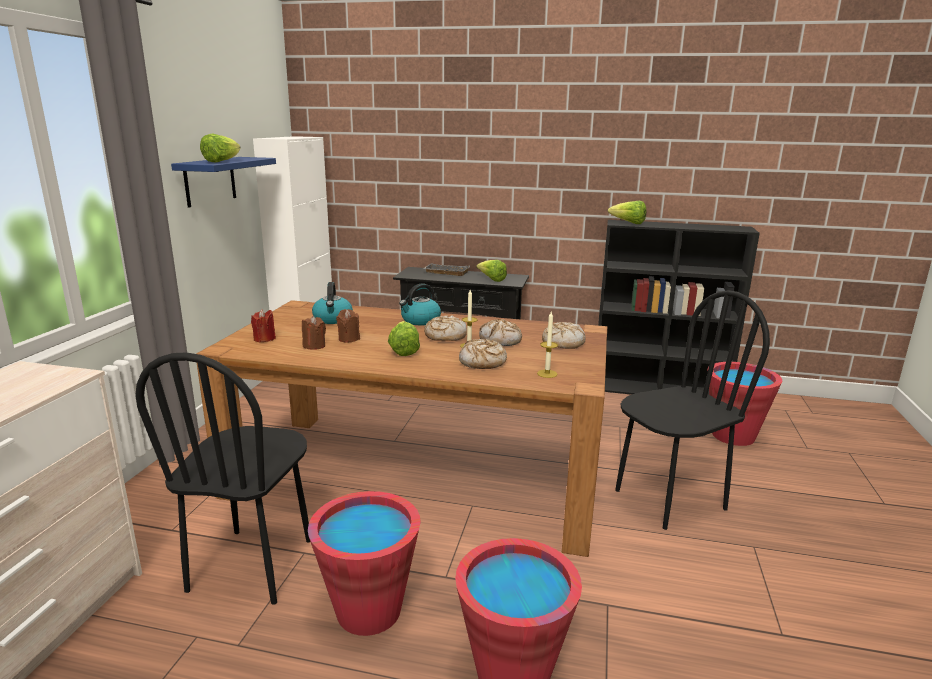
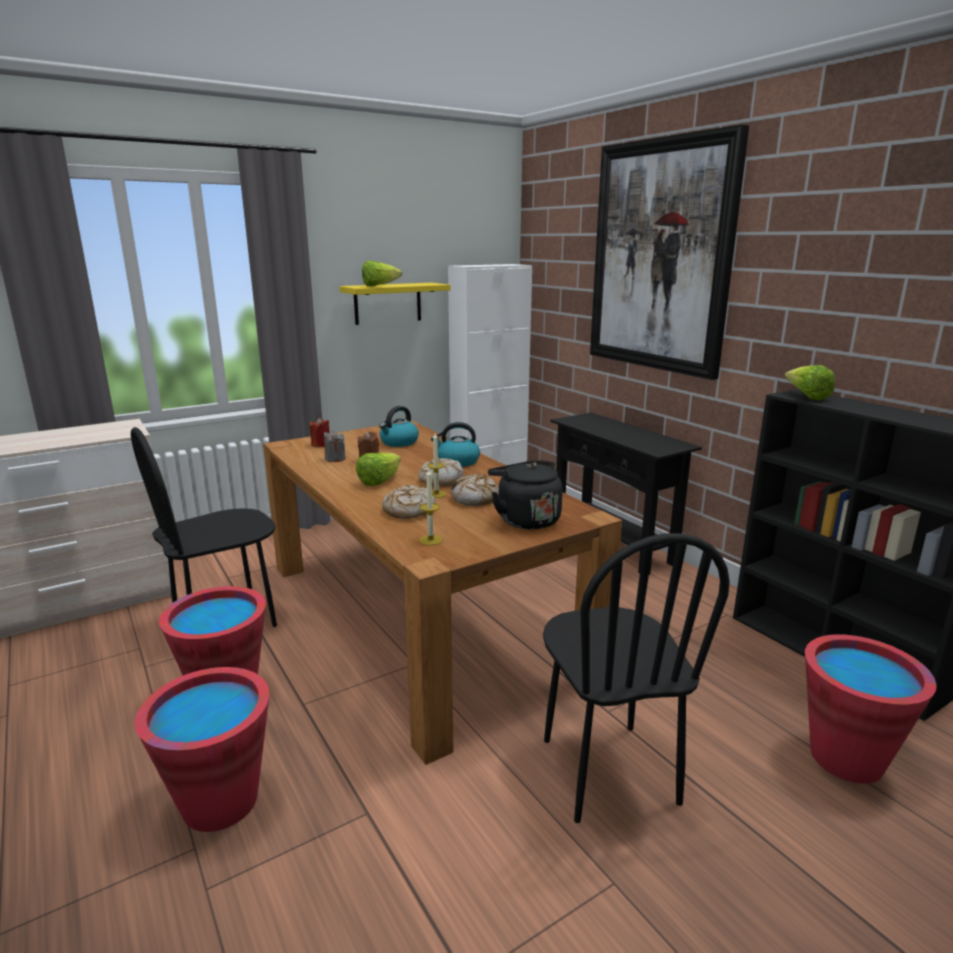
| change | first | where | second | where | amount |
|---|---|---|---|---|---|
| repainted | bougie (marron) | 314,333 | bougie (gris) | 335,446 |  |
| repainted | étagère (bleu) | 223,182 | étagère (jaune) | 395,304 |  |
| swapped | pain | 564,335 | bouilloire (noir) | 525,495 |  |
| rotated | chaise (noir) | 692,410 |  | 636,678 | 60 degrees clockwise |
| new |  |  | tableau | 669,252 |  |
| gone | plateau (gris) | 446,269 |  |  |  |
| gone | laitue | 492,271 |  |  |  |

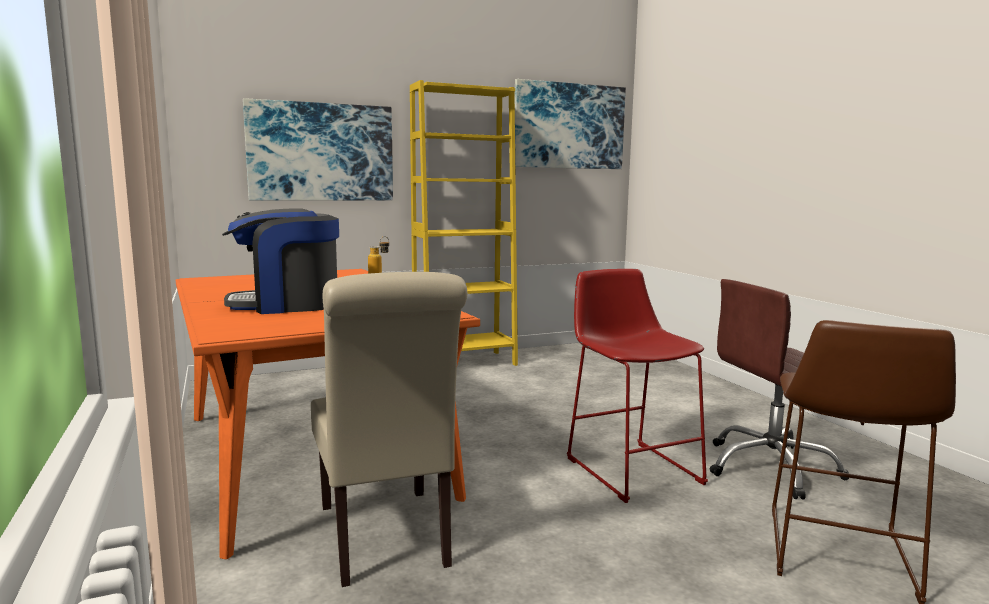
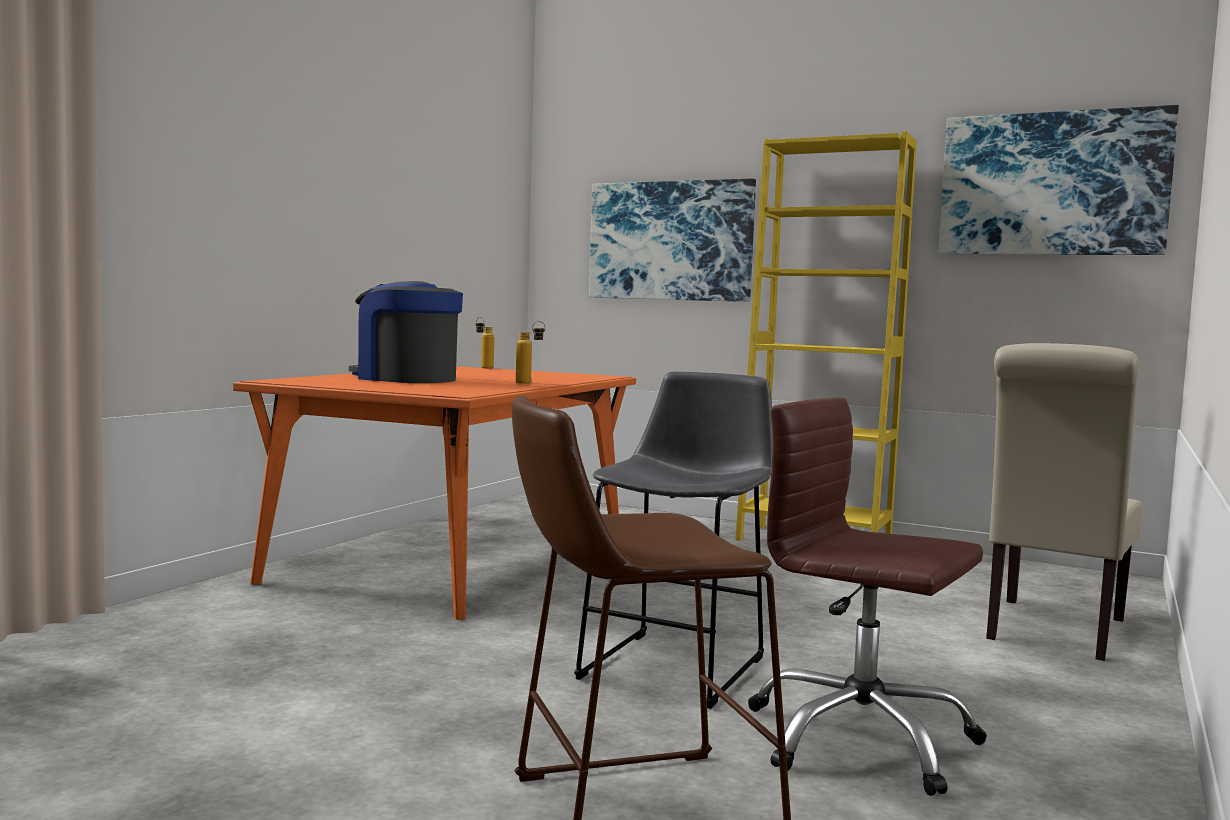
| change | first | where | second | where | amount |
|---|---|---|---|---|---|
| new |  |  | bouteille | 484,343 |  |
| repainted | tabouret (rouge) | 637,386 | tabouret (gris) | 673,540 |  |
| shifted | chaise (beige) | 389,429 |  | 1064,502 |  |

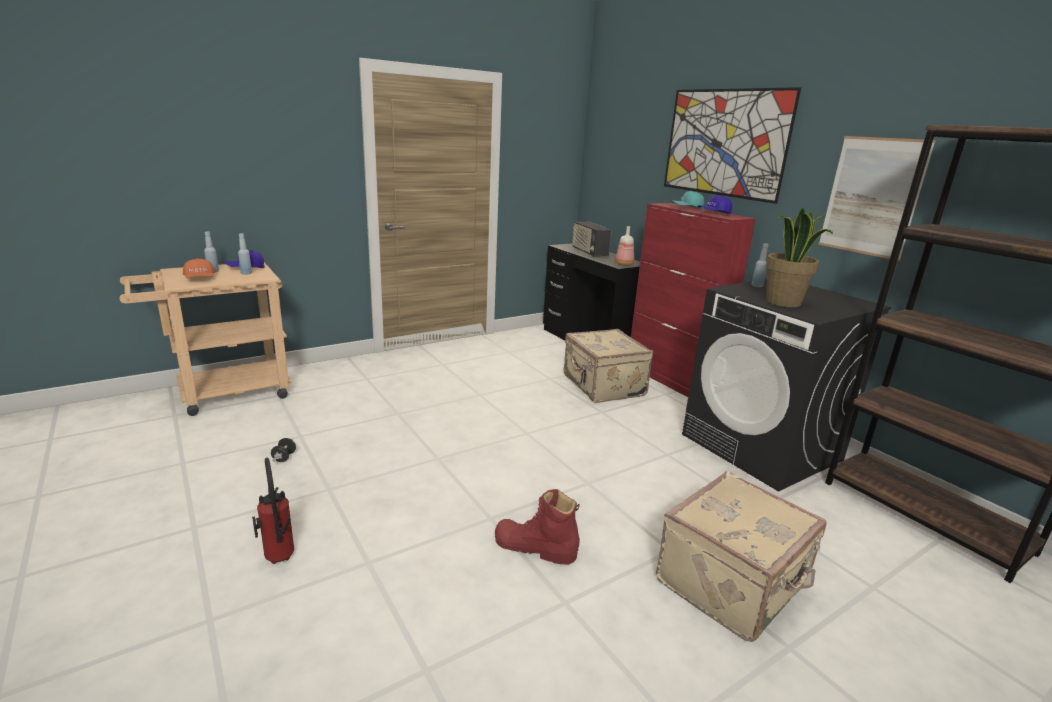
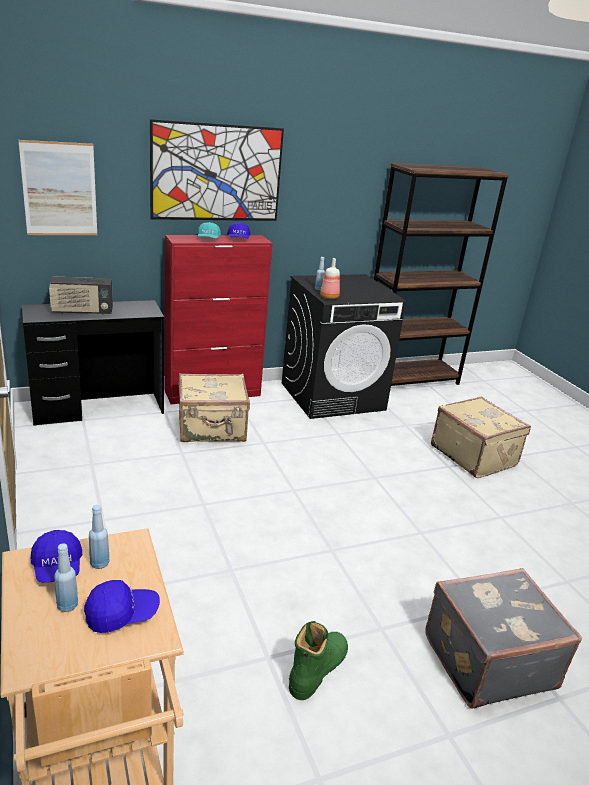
| change | first | where | second | where | amount |
|---|---|---|---|---|---|
| shifted | tableau | 877,198 |  | 57,187 |  |
| repainted | casquette (orange) | 199,268 | casquette (bleu) | 122,606 |  |
| swapped | haltère (noir) | 283,450 | botte (vert) | 318,660 |  |
| shifted | bouteille | 624,246 |  | 330,278 |  |
| swapped | extincteur | 273,511 | valise (gris) | 503,638 |  |
| gone | botte (rouge) | 537,527 |  |  |  |
| gone | plante en pot | 799,257 |  |  |  |

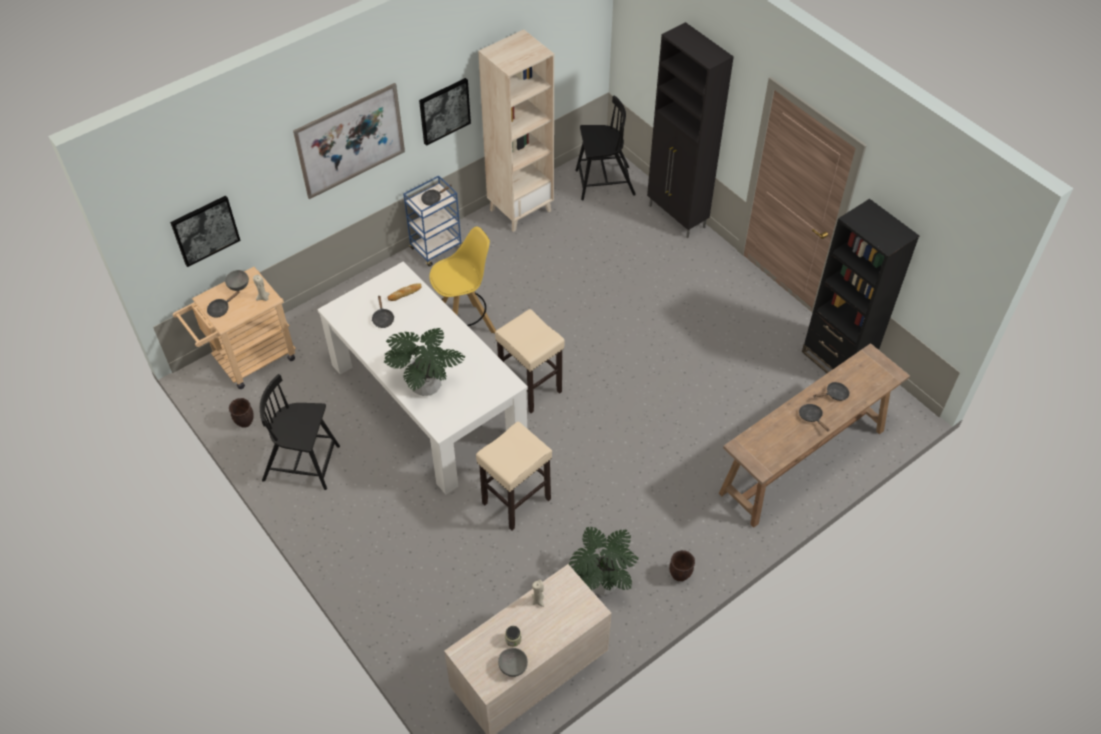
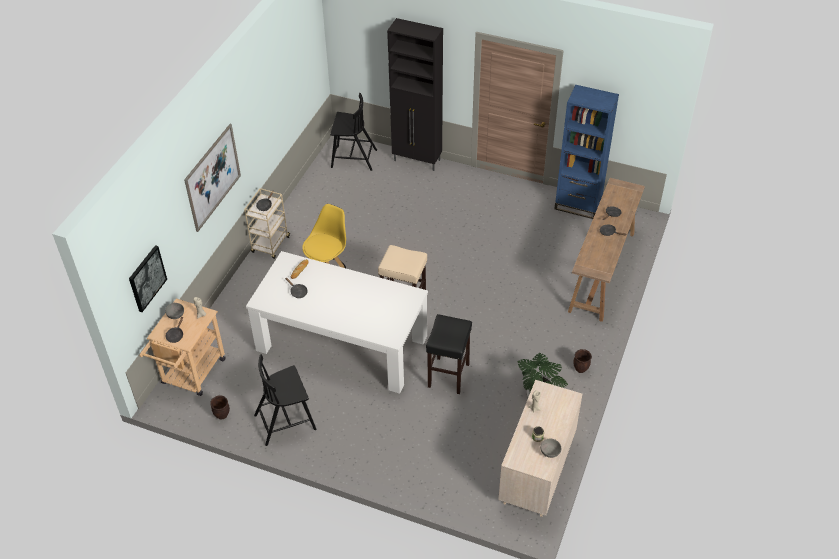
| change | first | where | second | where | amount |
|---|---|---|---|---|---|
| repainted | chariot (bleu) | 433,221 | chariot (beige) | 267,223 |  |
| rotated | chaise (noir) | 605,147 |  | 353,132 | 45 degrees clockwise |
| repainted | tabouret (beige) | 514,476 | tabouret (noir) | 449,354 |  |
| repainted | bibliothèque (noir) | 860,286 | bibliothèque (bleu) | 586,152 |  |
| gone | plante en pot | 424,362 |  |  |  |
| gone | tableau | 445,112 |  |  |  |
| gone | bibliothèque (beige) | 516,130 |  |  |  |

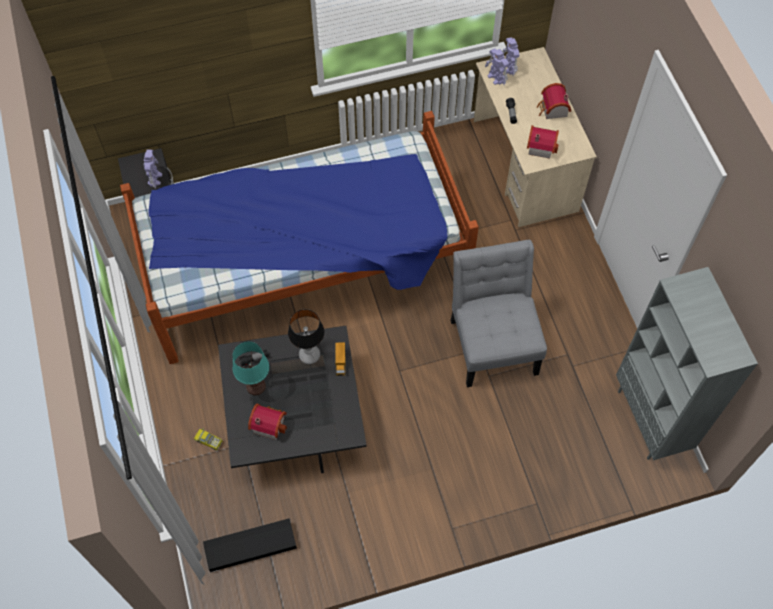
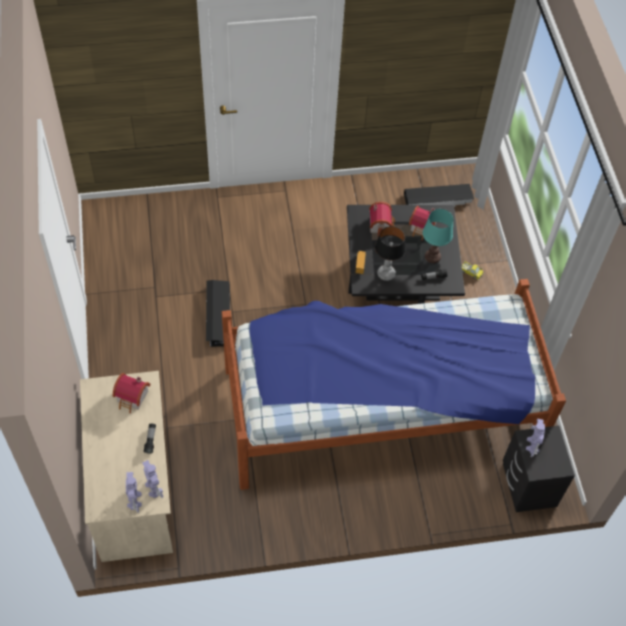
| change | first | where | second | where | amount |
|---|---|---|---|---|---|
| swapped | chaise (gris) | 498,313 | boîte de rangement (noir) | 218,313 |  |
| shifted | maison miniature | 554,101 |  | 382,219 |  |
| gone | bibliothèque (gris) | 687,363 |  |  |  |

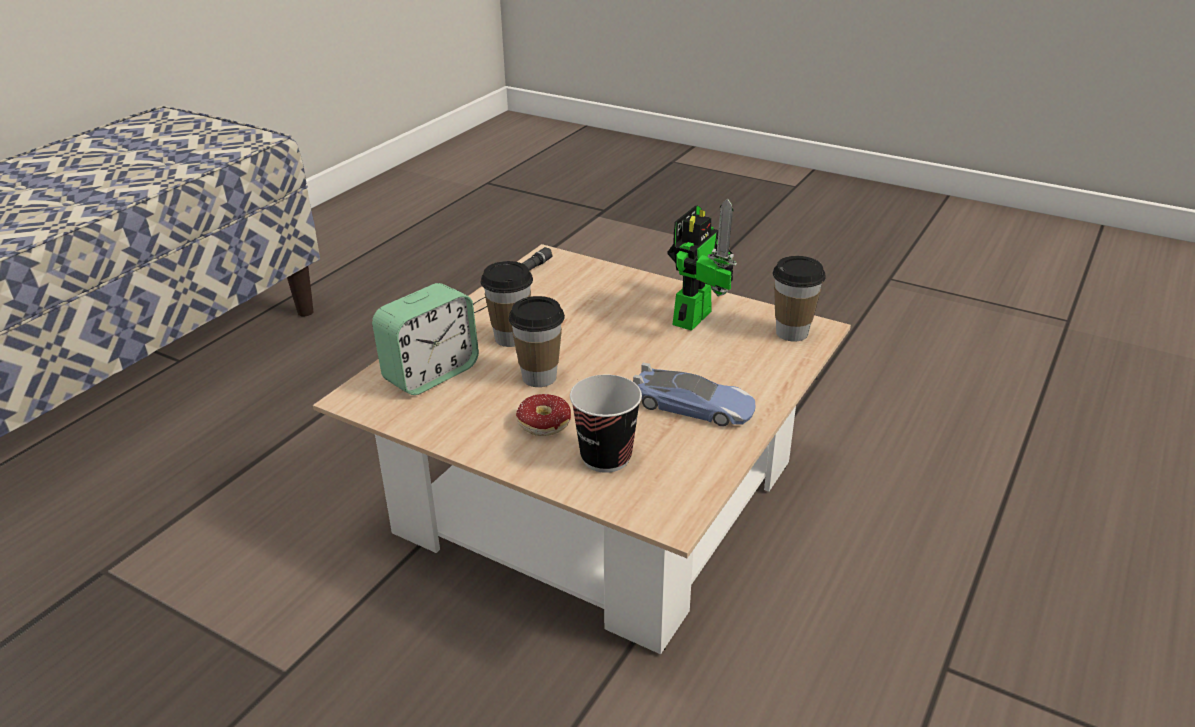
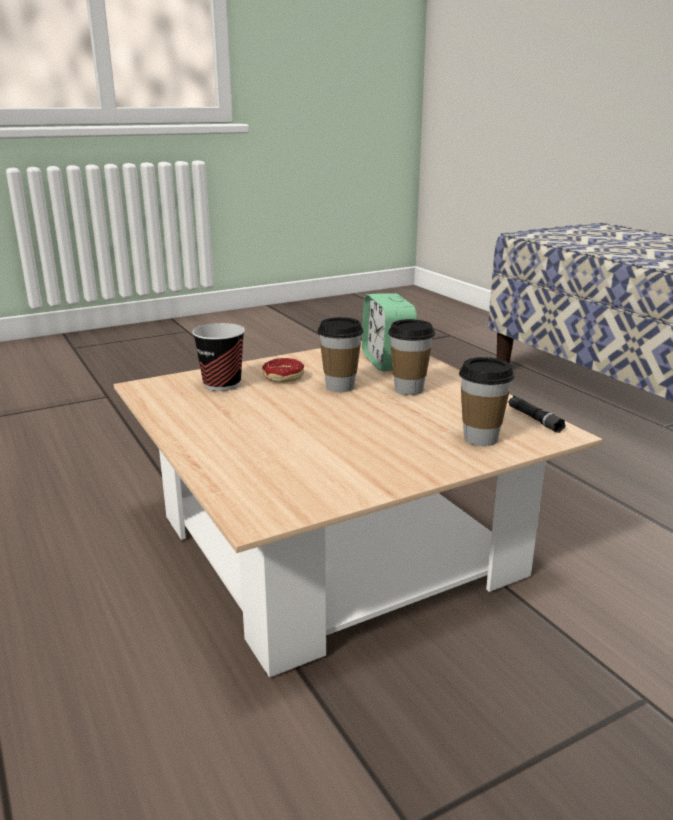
| change | first | where | second | where | amount |
|---|---|---|---|---|---|
| shifted | tasse | 799,299 |  | 487,401 |  |
| gone | petite voiture | 694,394 |  |  |  |
| gone | robot jouet | 702,265 |  |  |  |

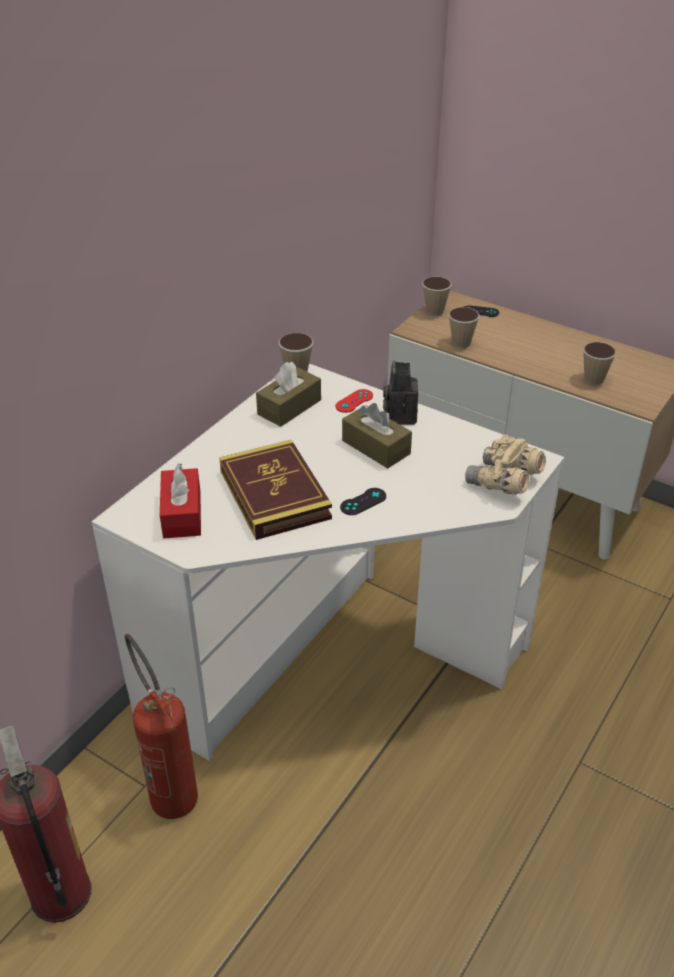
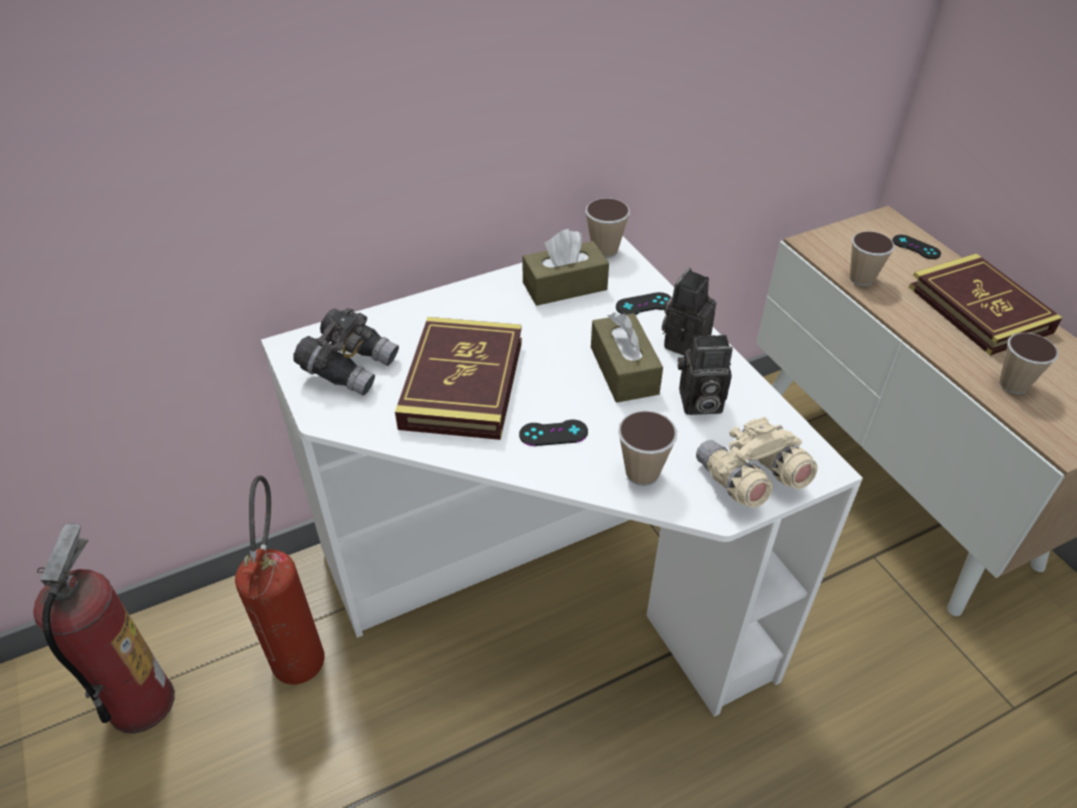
| change | first | where | second | where | amount |
|---|---|---|---|---|---|
| swapped | boîte à mouchoirs (rouge) | 180,500 | jumelles (gris) | 346,352 |  |
| repainted | manette (rouge) | 354,401 | manette (noir) | 644,303 |  |
| shifted | tasse | 437,296 |  | 647,448 |  |
| new |  |  | appareil photo | 705,375 |  |
| new |  |  | livre | 985,304 |  |

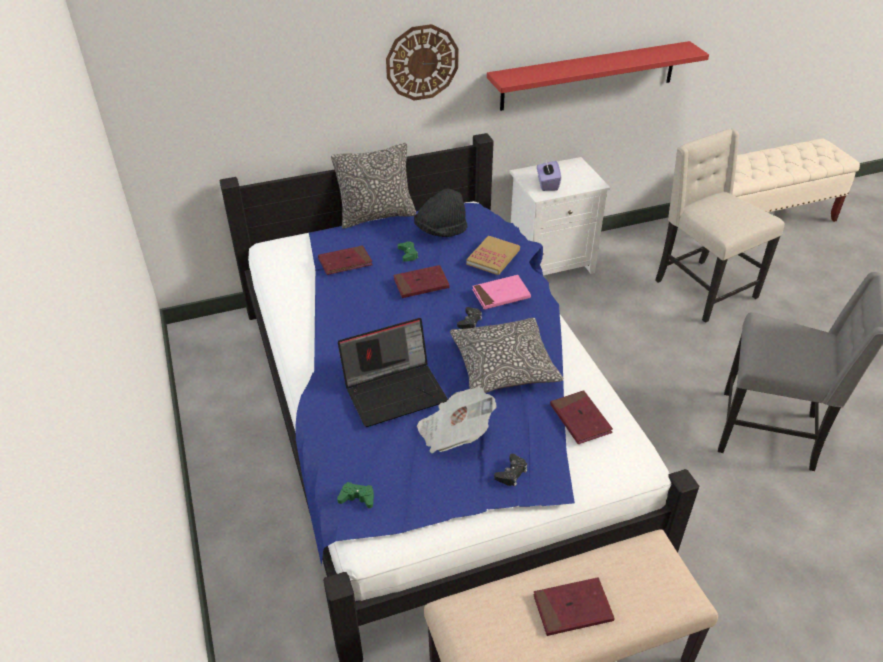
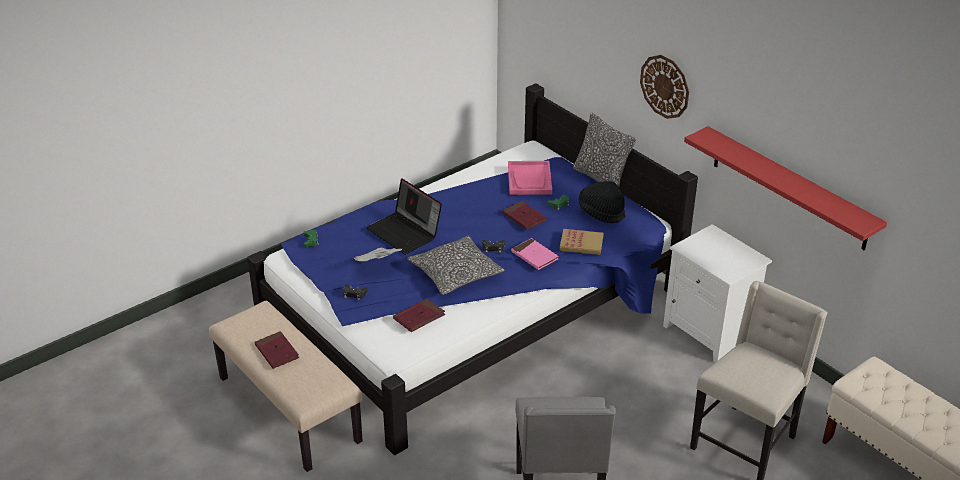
| change | first | where | second | where | amount |
|---|---|---|---|---|---|
| swapped | livre (rouge) | 345,260 | plateau (rose) | 530,178 |  |
| gone | boîte à mouchoirs (violet) | 549,175 |  |  |  |

